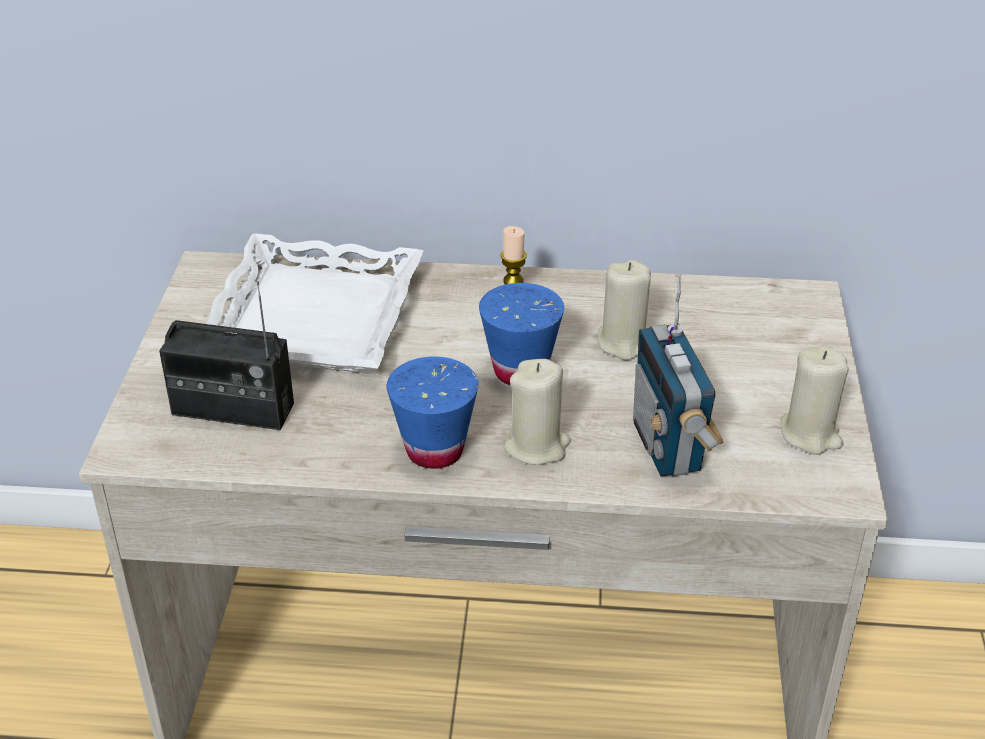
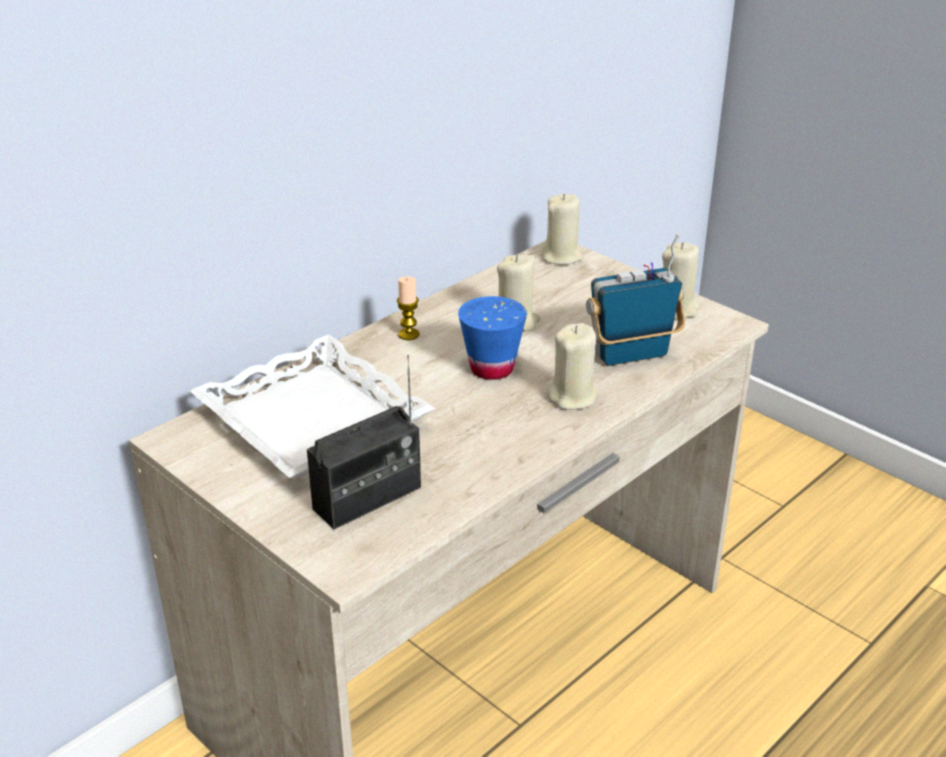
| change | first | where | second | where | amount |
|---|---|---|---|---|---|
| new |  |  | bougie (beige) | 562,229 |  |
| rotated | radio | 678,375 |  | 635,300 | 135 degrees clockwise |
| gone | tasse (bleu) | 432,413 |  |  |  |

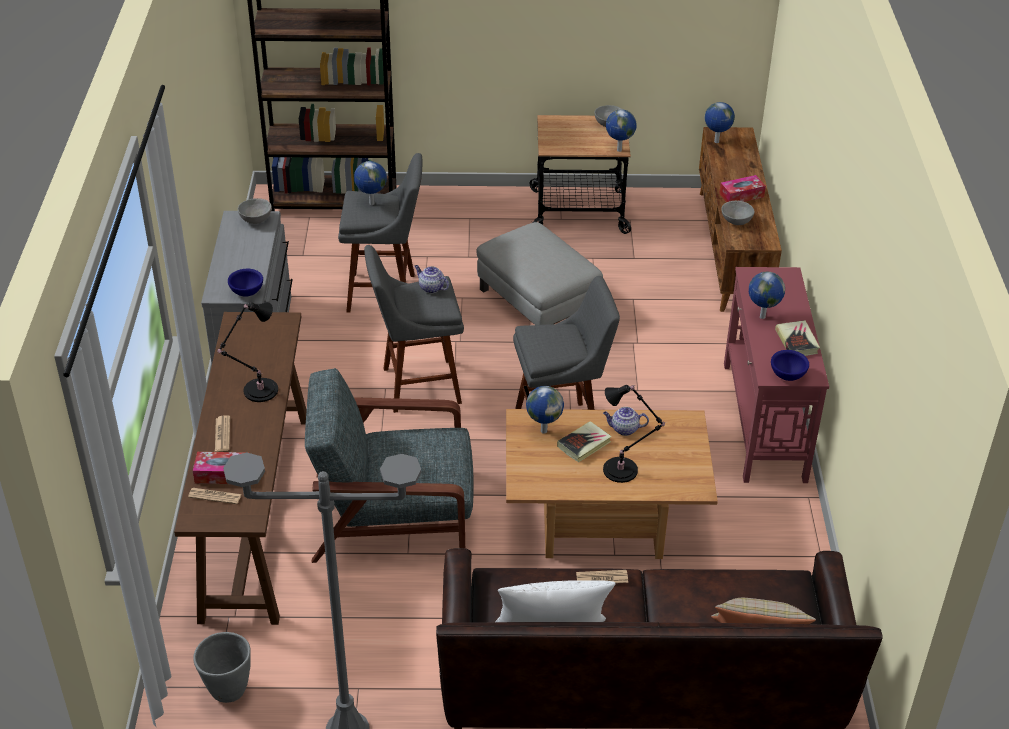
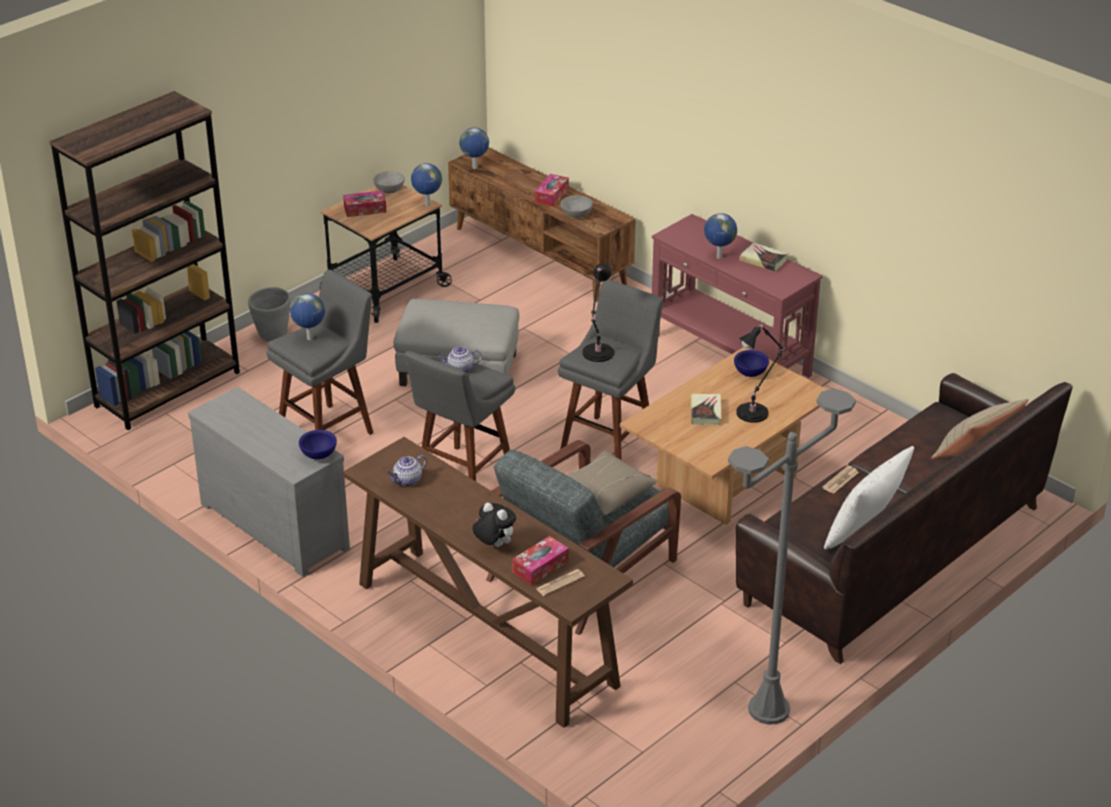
| change | first | where | second | where | amount |
|---|---|---|---|---|---|
| shifted | cache-pot (gris) | 222,667 |  | 269,314 |  |
| new |  |  | boîte à mouchoirs | 365,204 |  |
| shifted | théière | 626,421 |  | 407,470 |  |
| swapped | journal | 222,433 | peluche | 494,524 |  |
| new |  |  | coussin (beige) | 612,483 |  |
| shifted | lampe de table (noir) | 247,352 |  | 598,313 |  |
| shifted | bol (bleu) | 790,365 |  | 751,363 |  |
| gone | bol (gris) | 255,211 |  |  |  |
| gone | globe | 545,410 |  |  |  |

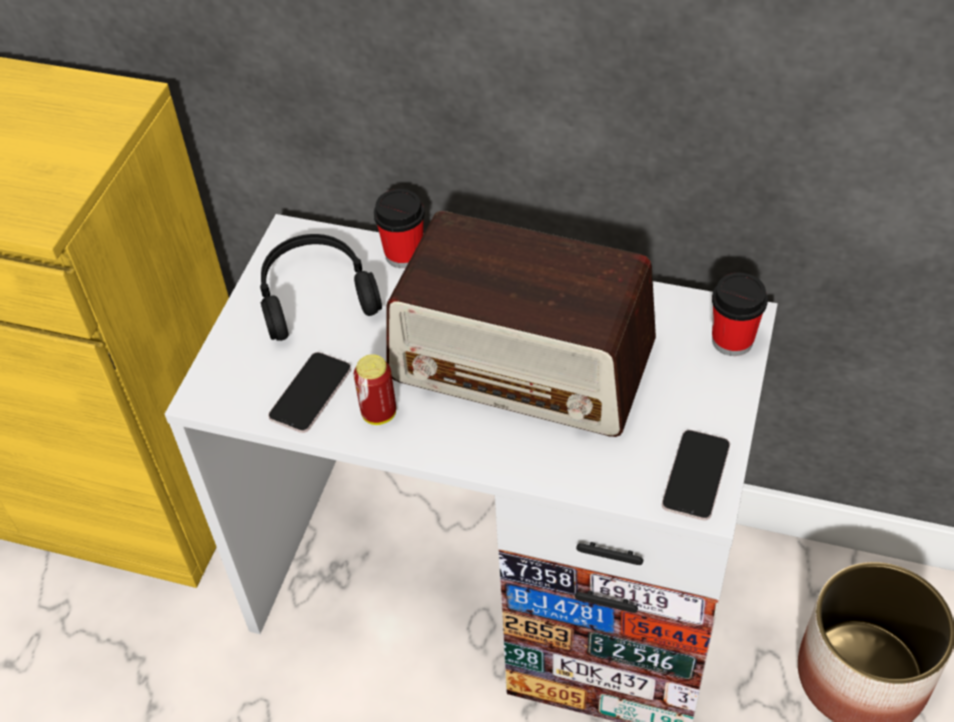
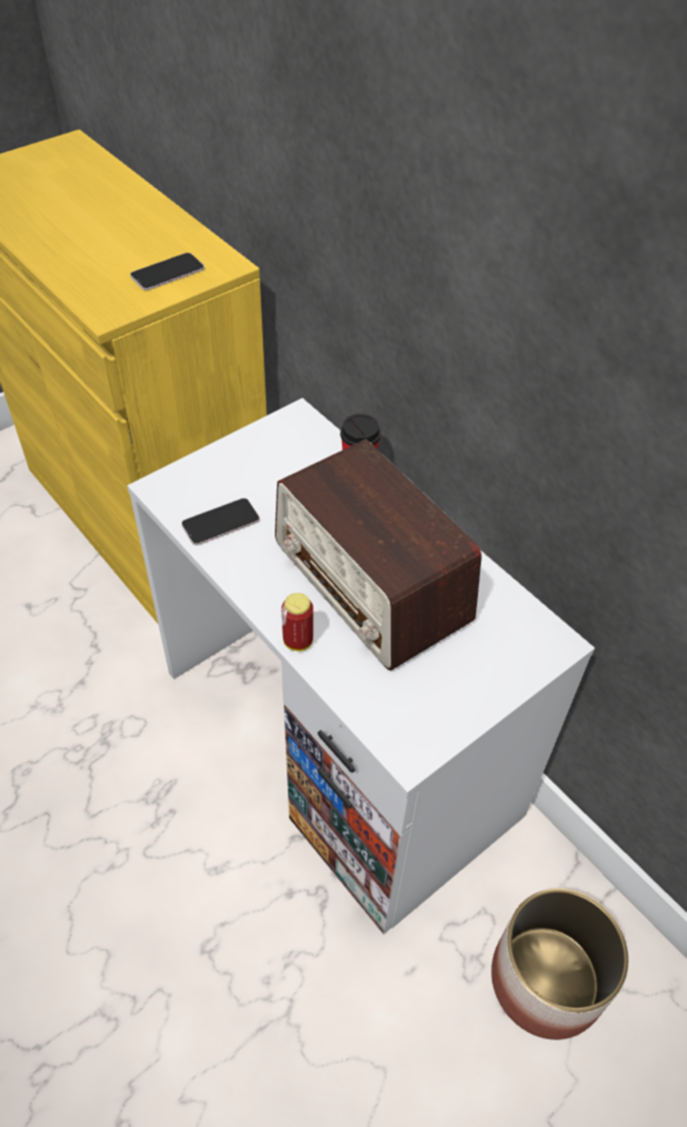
| change | first | where | second | where | amount |
|---|---|---|---|---|---|
| shifted | téléphone | 696,475 |  | 167,272 |  |
| shifted | boîte métallique | 375,389 |  | 297,622 |  |
| gone | casque audio (noir) | 321,287 |  |  |  |
| gone | tasse | 740,314 |  |  |  |

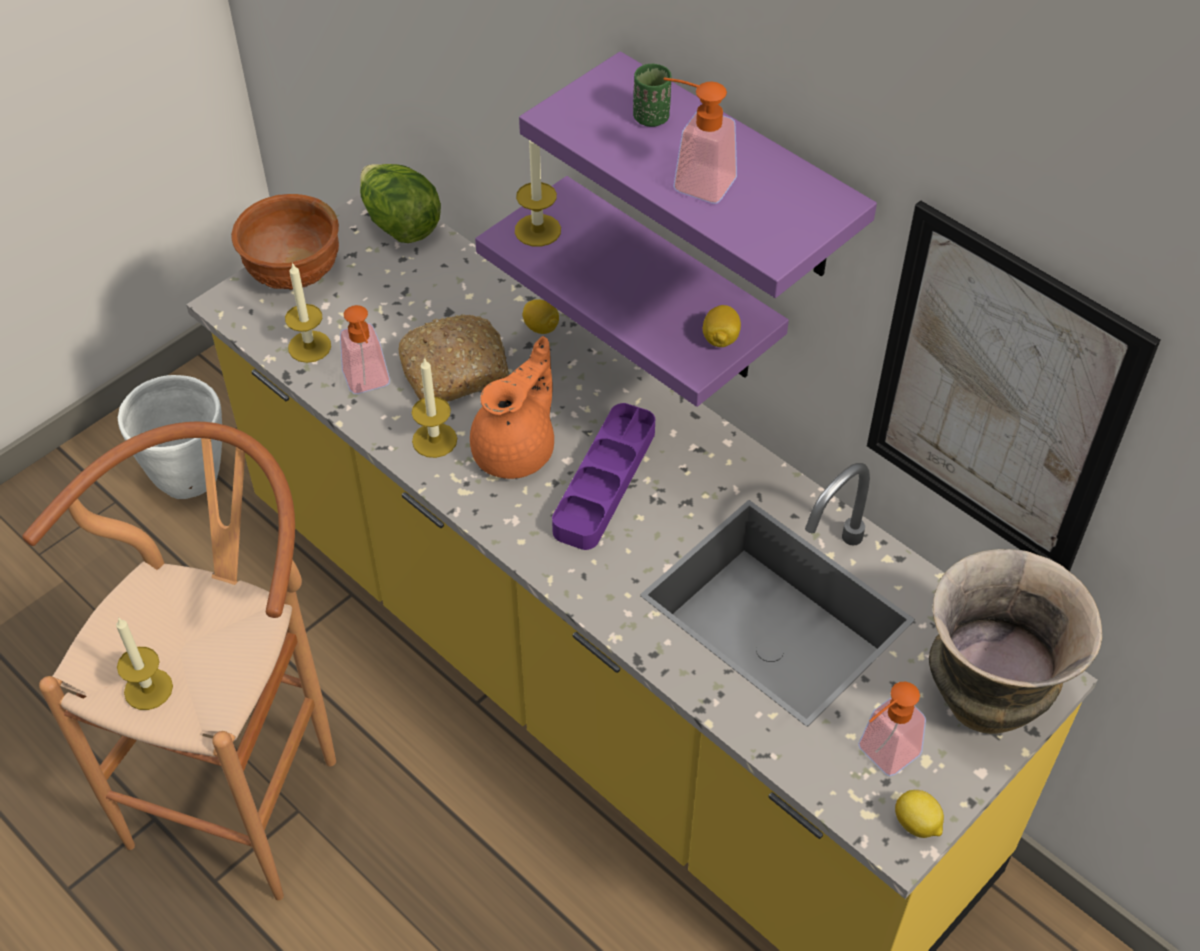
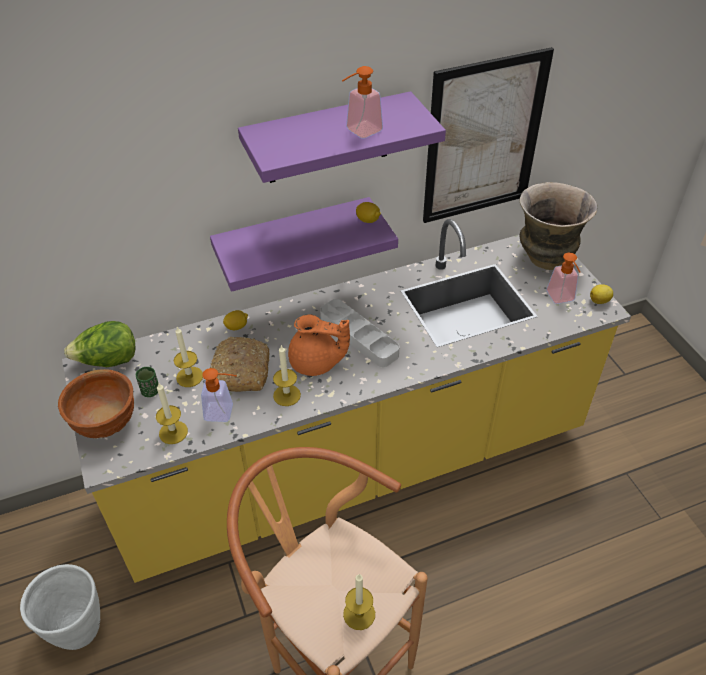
| change | first | where | second | where | amount |
|---|---|---|---|---|---|
| shifted | tasse (vert) | 652,95 |  | 147,382 |  |
| shifted | bougie | 538,193 |  | 188,357 |  |
| rotated | théière (orange) | 512,407 |  | 319,345 | 135 degrees clockwise |
| repainted | plateau (violet) | 603,476 | plateau (gris) | 359,333 |  |

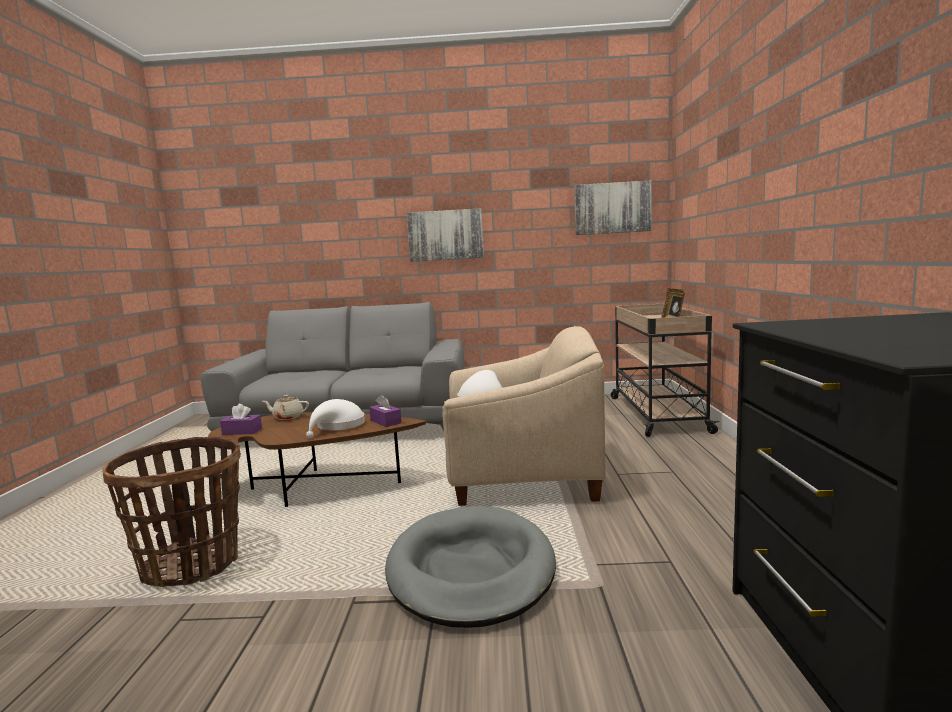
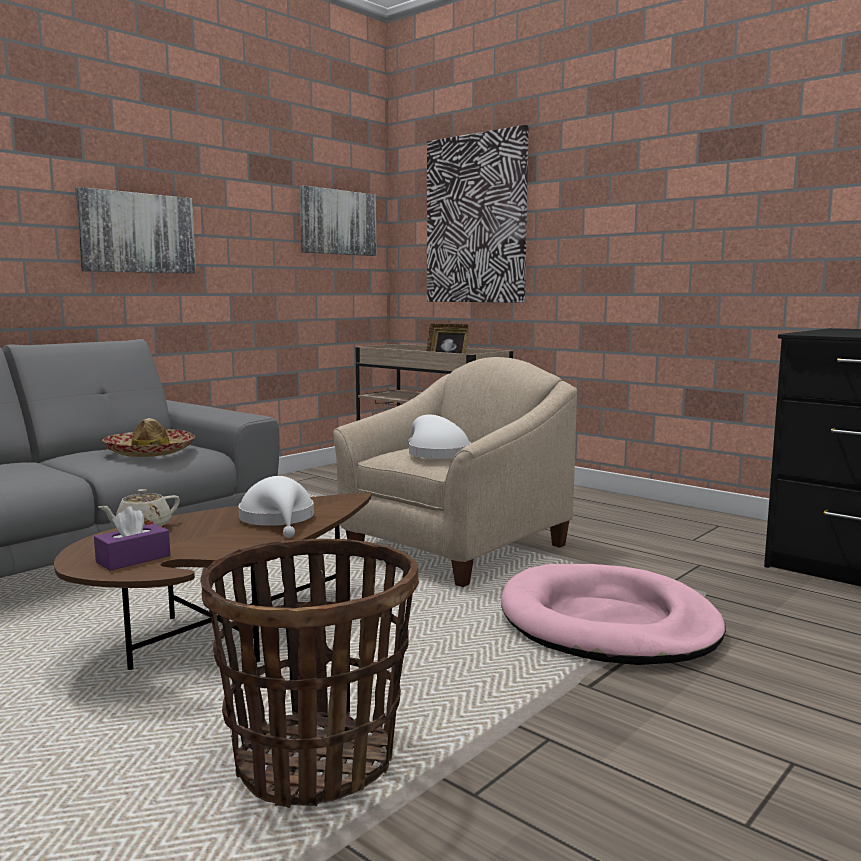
| change | first | where | second | where | amount |
|---|---|---|---|---|---|
| new |  |  | chapeau | 148,437 |  |
| new |  |  | tableau | 478,214 |  |
| repainted | panier pour chien (gris) | 470,567 | panier pour chien (rose) | 613,614 |  |
| gone | boîte à mouchoirs (violet) | 385,411 |  |  |  |

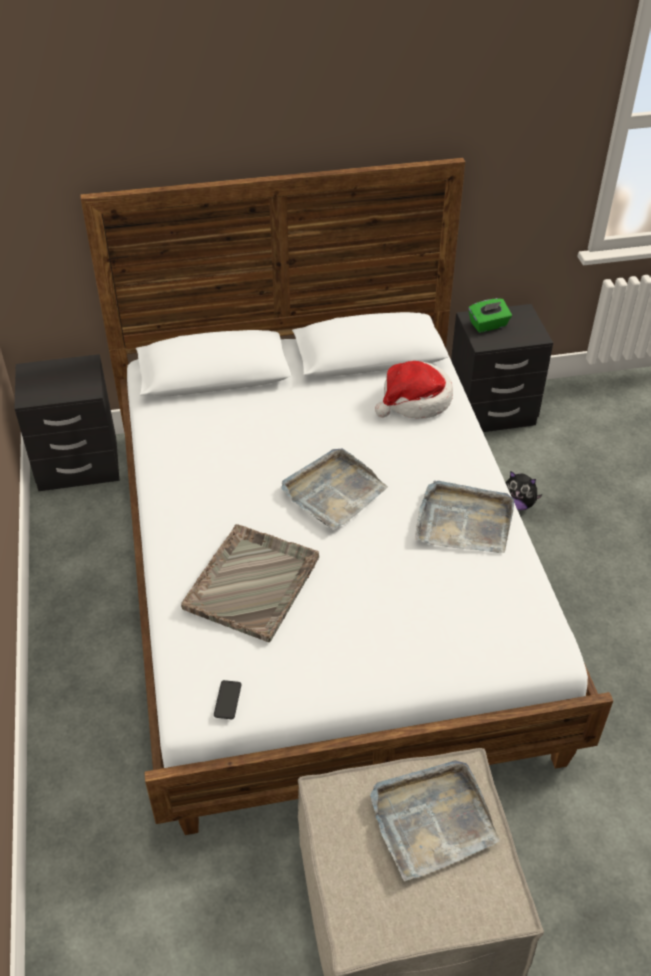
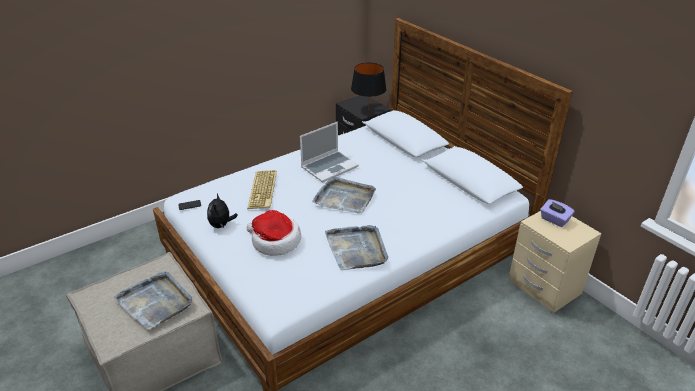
| change | first | where | second | where | amount |
|---|---|---|---|---|---|
| shifted | peluche | 524,490 |  | 222,211 |  |
| swapped | plateau (gris) | 250,583 | clavier | 262,189 |  |
| shifted | chapeau | 414,389 |  | 274,233 |  |
| new |  |  | ordinateur portable | 329,152 |  |
| new |  |  | lampe de table (noir) | 368,86 |  |
| repainted | table de chevet (noir) | 502,368 | table de chevet (beige) | 555,262 |  |
| repainted | boîte à mouchoirs (vert) | 490,315 | boîte à mouchoirs (violet) | 557,213 |  |

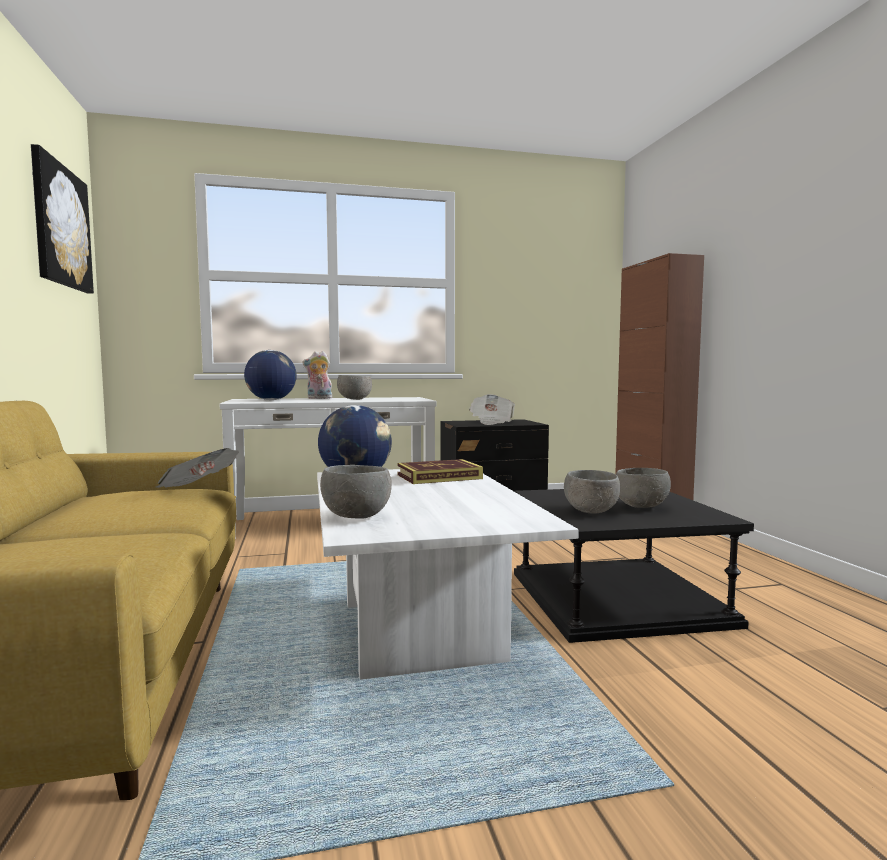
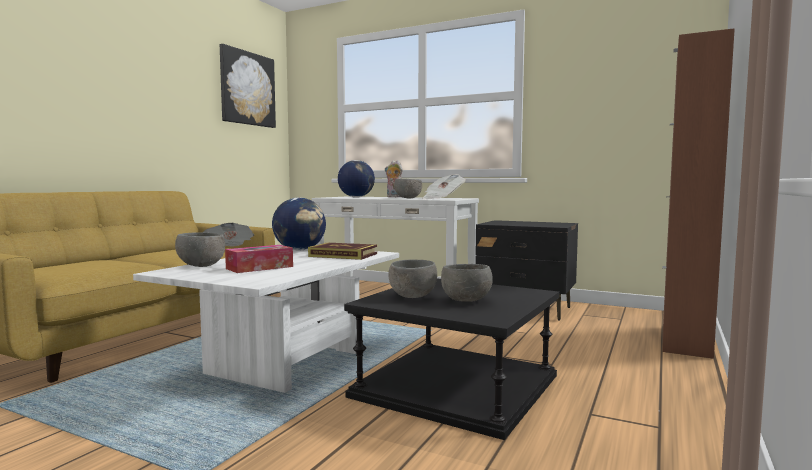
| change | first | where | second | where | amount |
|---|---|---|---|---|---|
| new |  |  | boîte à mouchoirs | 259,259 |  |
| shifted | journal | 492,409 |  | 444,186 |  |

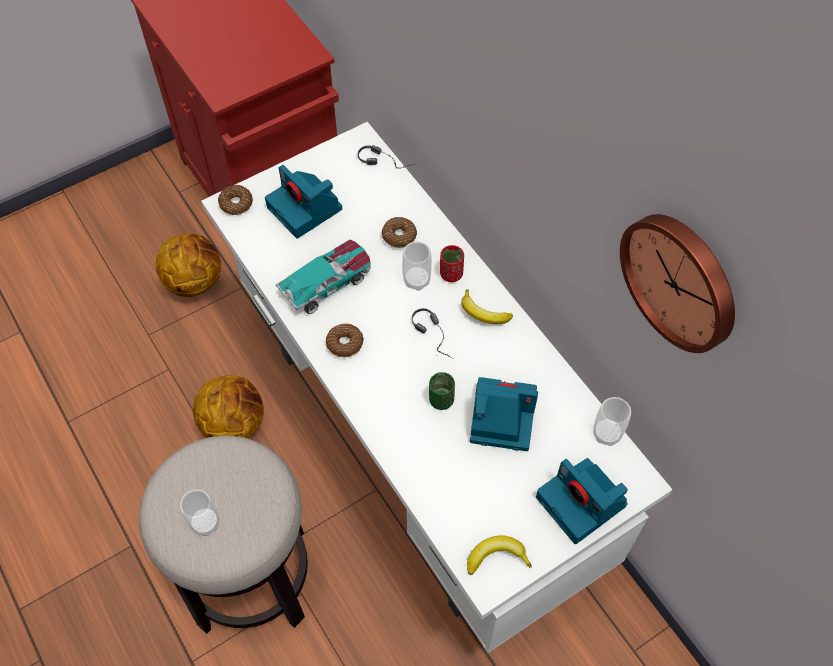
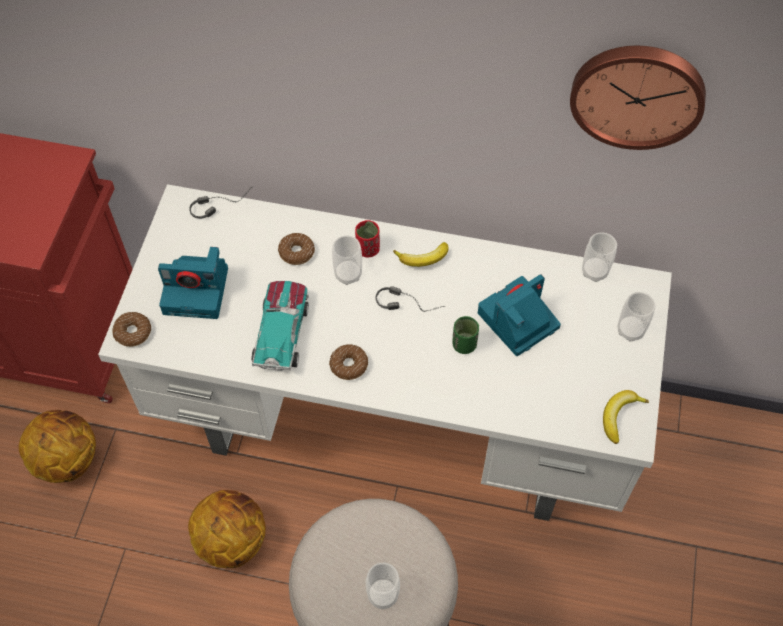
| change | first | where | second | where | amount |
|---|---|---|---|---|---|
| swapped | appareil photo | 582,501 | tasse | 636,316 |  |

